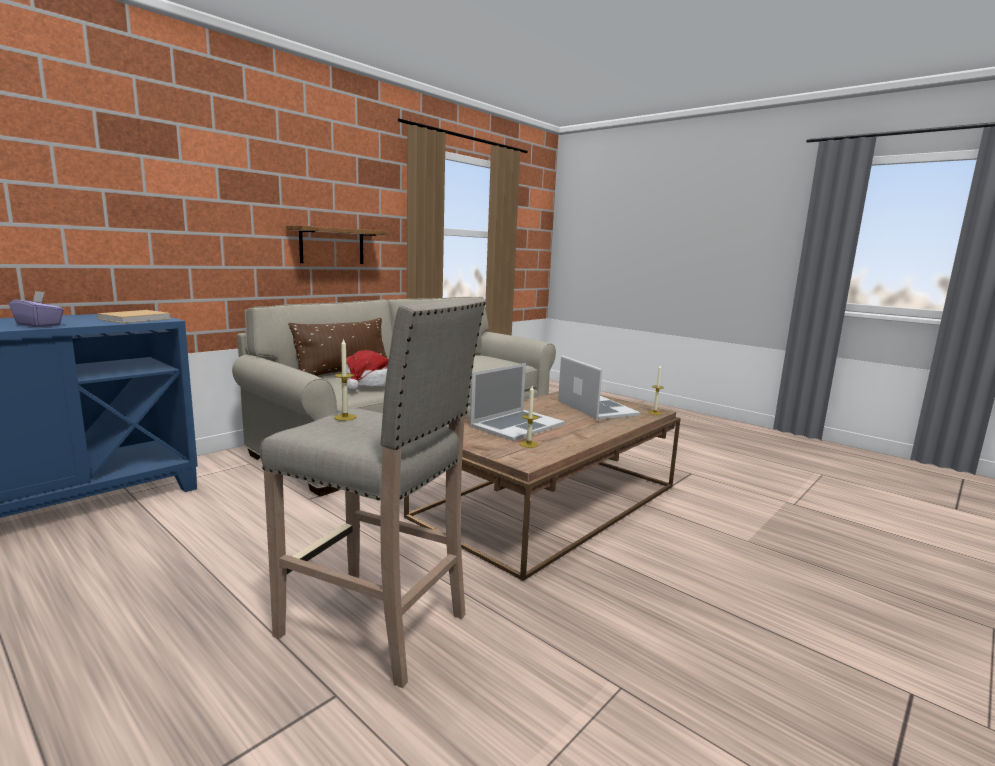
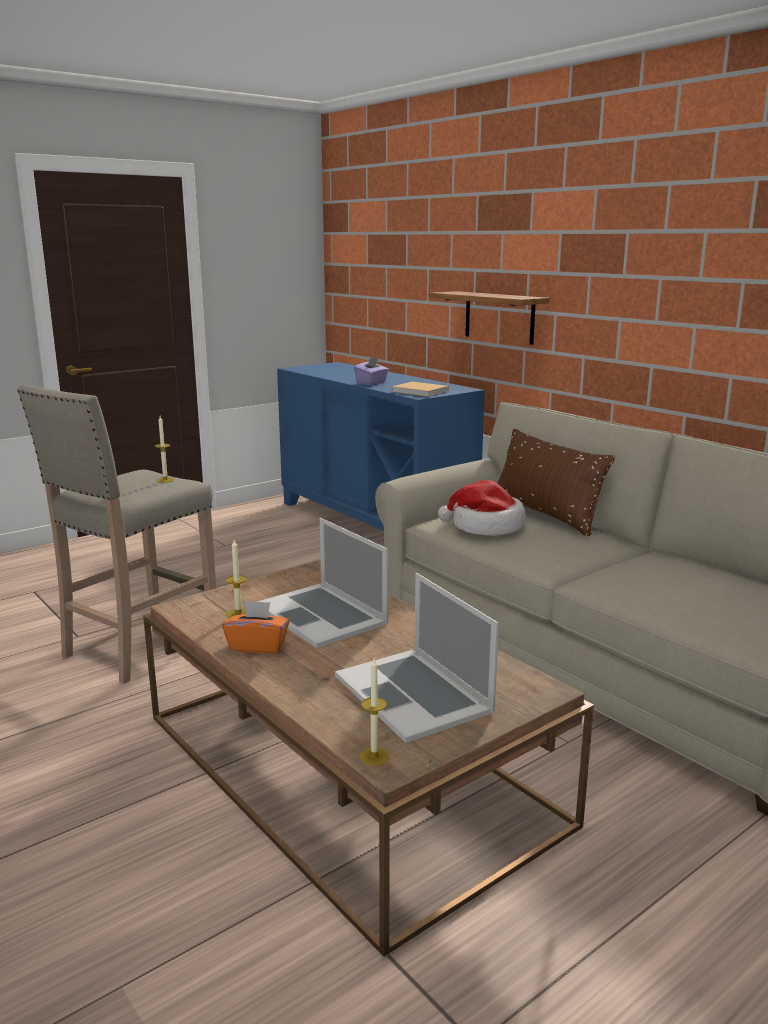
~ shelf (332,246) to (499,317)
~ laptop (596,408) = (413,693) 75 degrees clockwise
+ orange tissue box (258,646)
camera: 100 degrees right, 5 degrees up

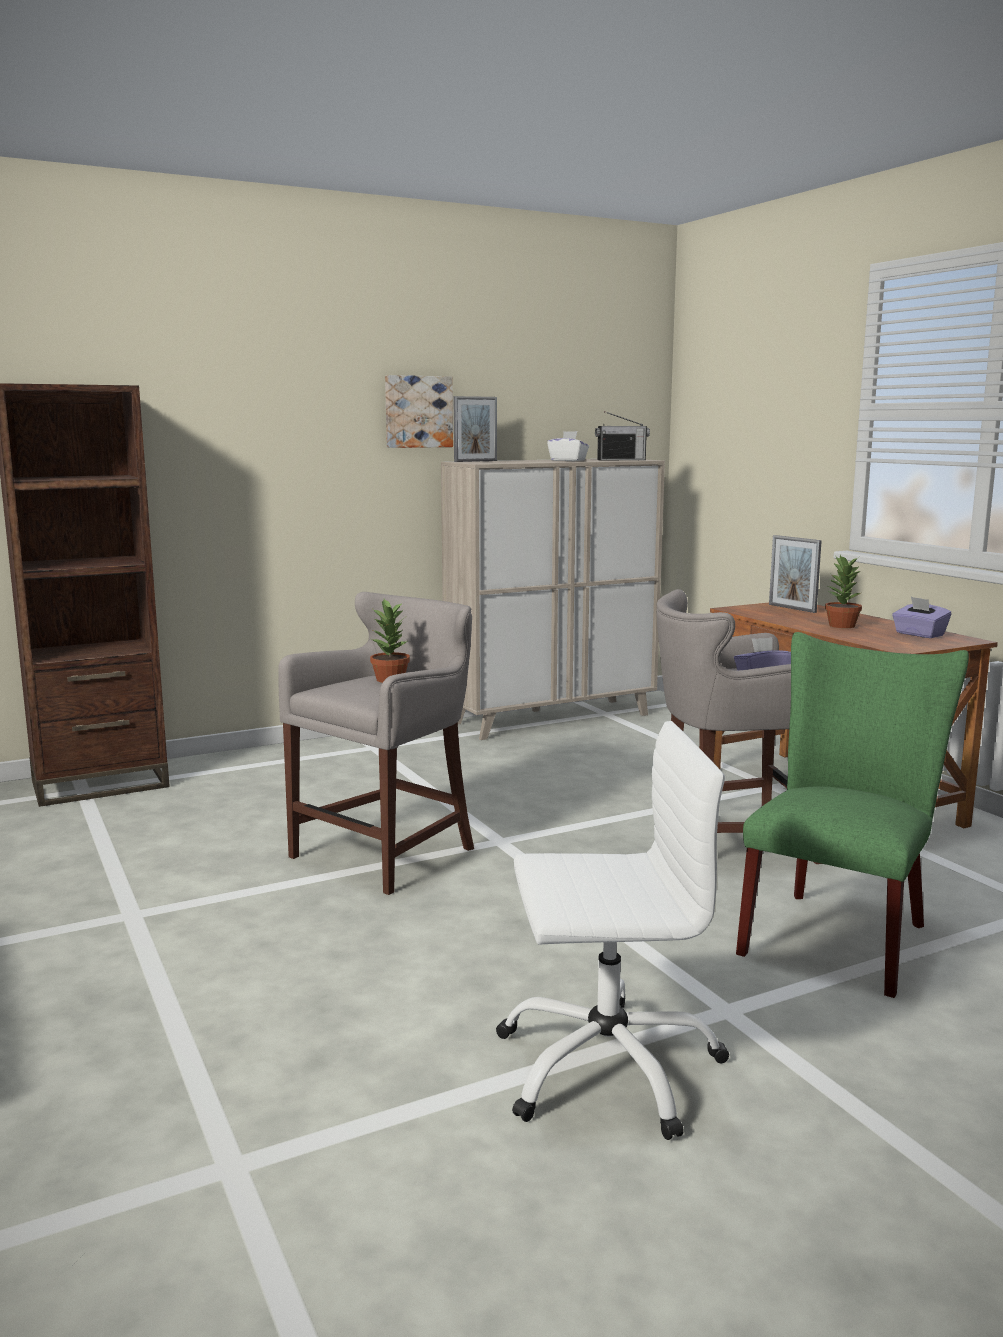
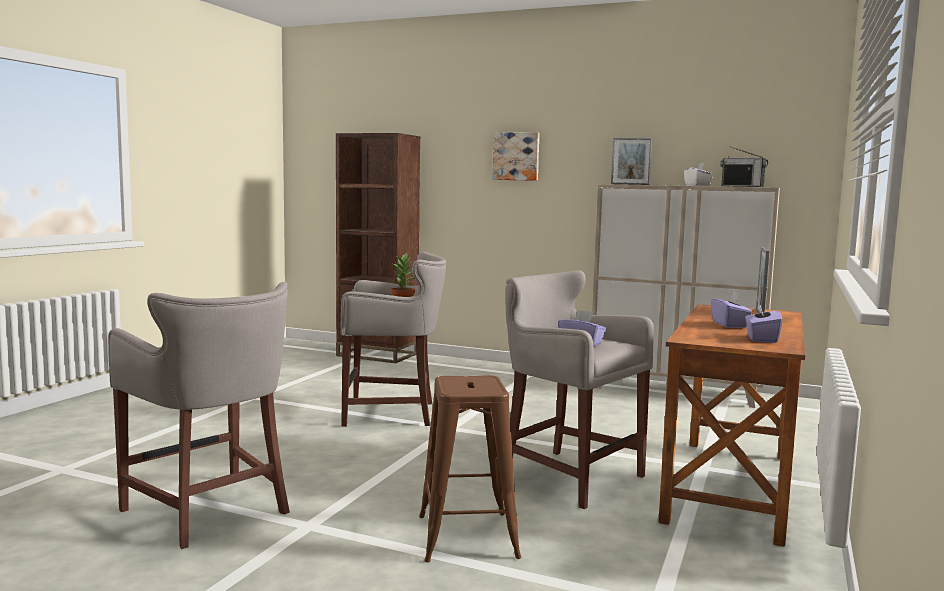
~ picture (418,411) to (516,156)
~ potted plant (841,625) to purple tissue box (730,325)
~ green chair (839,934) to brown stool (467,536)
~ white office chair (607,1066) to grey stool (210,512)
camera: 50 degrees right, 5 degrees down

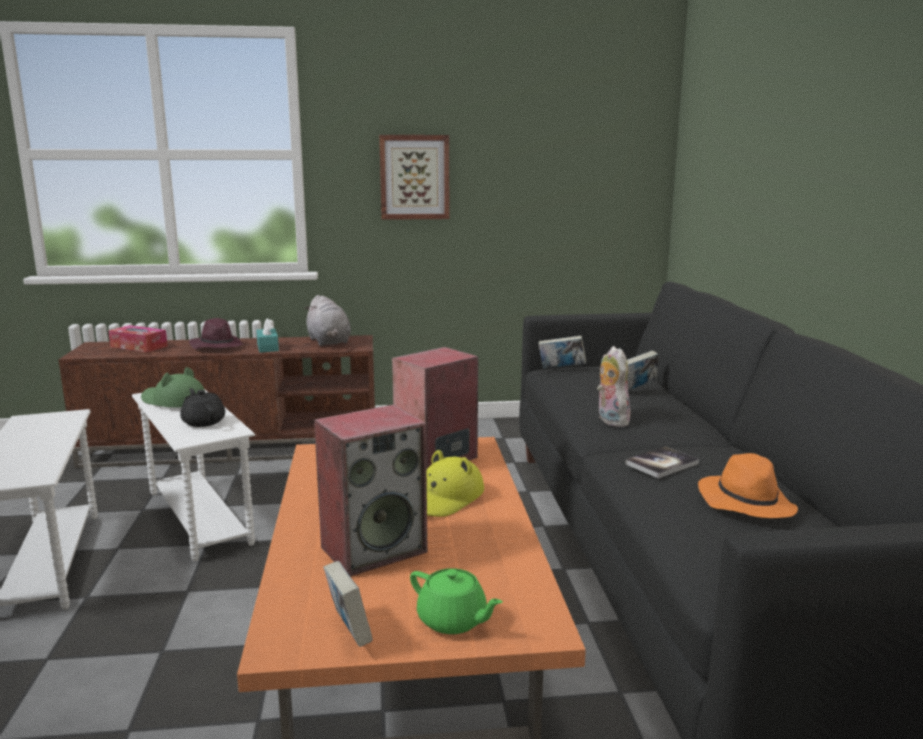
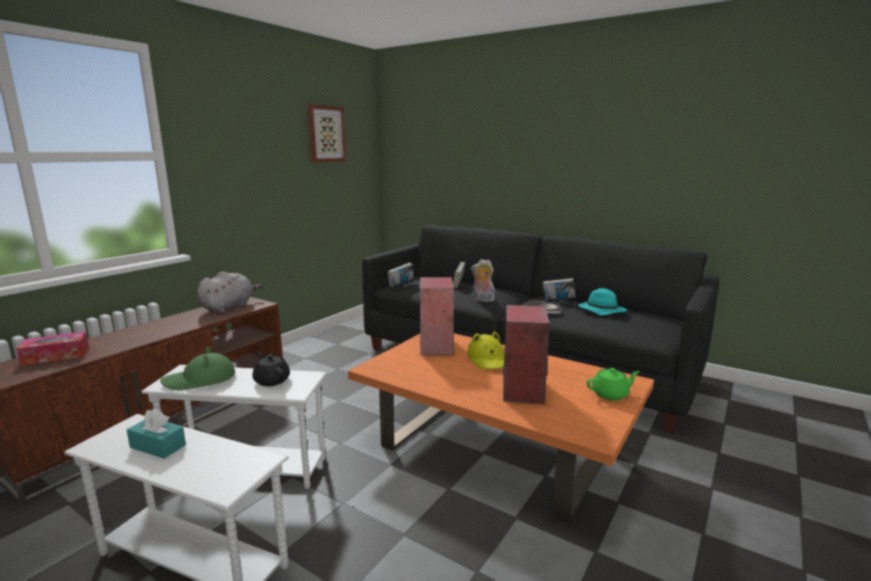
~ picture (414,177) to (326,134)
~ grey plush toy (329,342) = (229,306) 75 degrees counterclockwise
- purple hat (217,346)
~ turquoise tissue box (268,347) to (158,446)
~ black teapot (203,422) = (271,380) 45 degrees clockwise
~ orange hat (745,502) to turquoise hat (600,310)
~ book (348,632) to (558,301)
camera: 50 degrees left, 0 degrees up

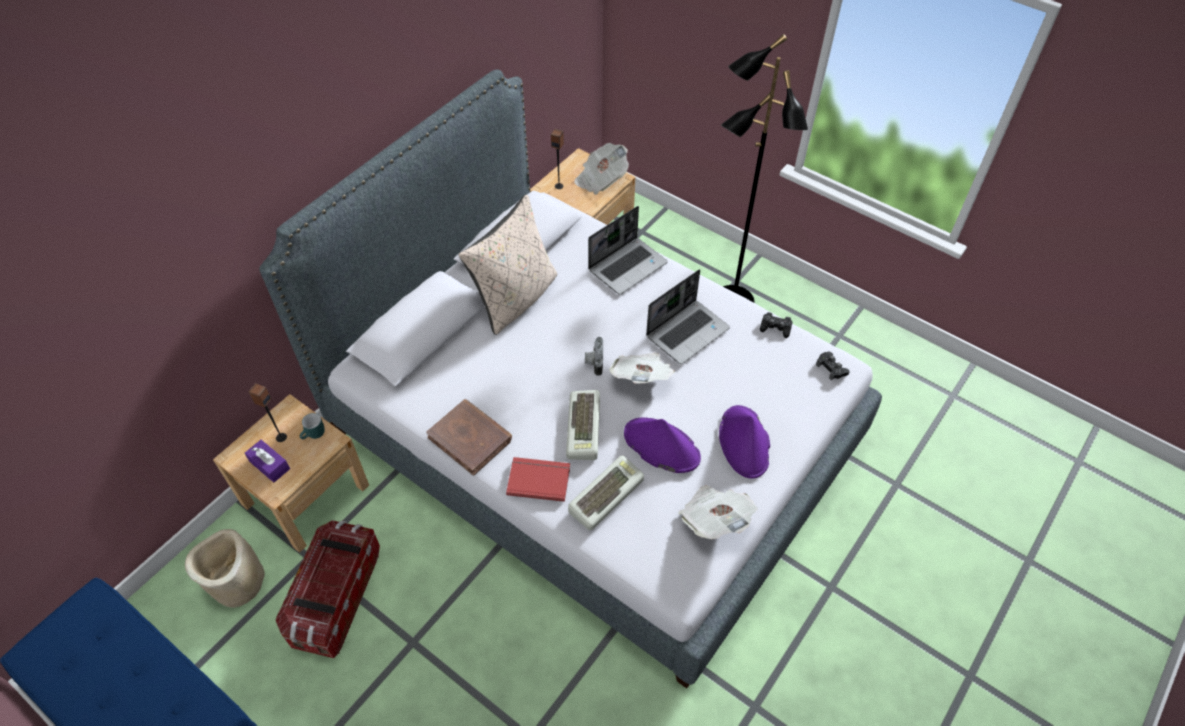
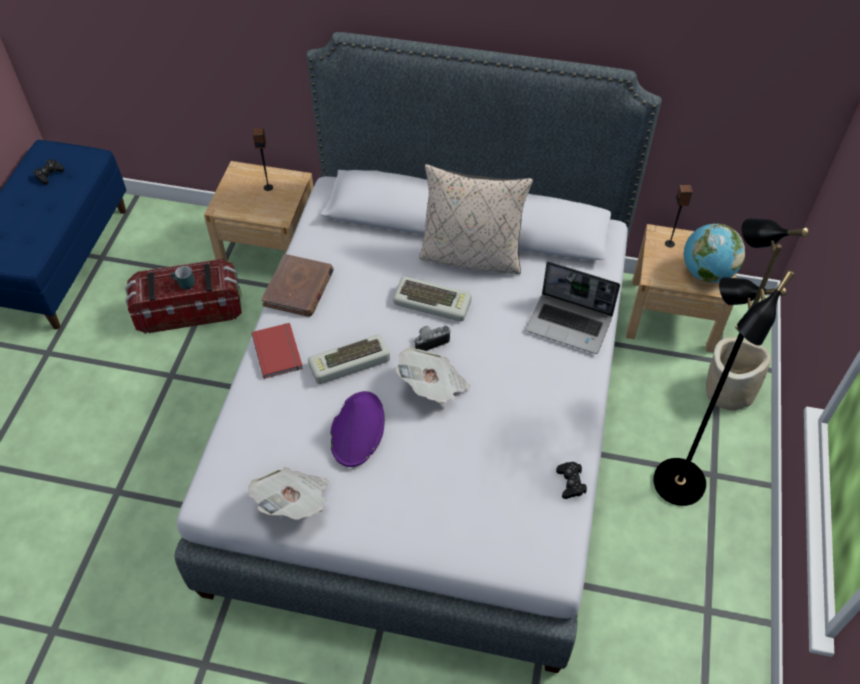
~ newspaper (601,179) to globe (706,273)
- laptop (687,332)
~ black game controller (831,368) to (49,174)
- purple hat (744,442)
~ turquoise mug (314,434) to (184,284)
- purple tissue box (269,465)
~ keyboard (605,494) to (433,302)
~ beige planter (237,582) to (728,390)
camera: 65 degrees right, 0 degrees up

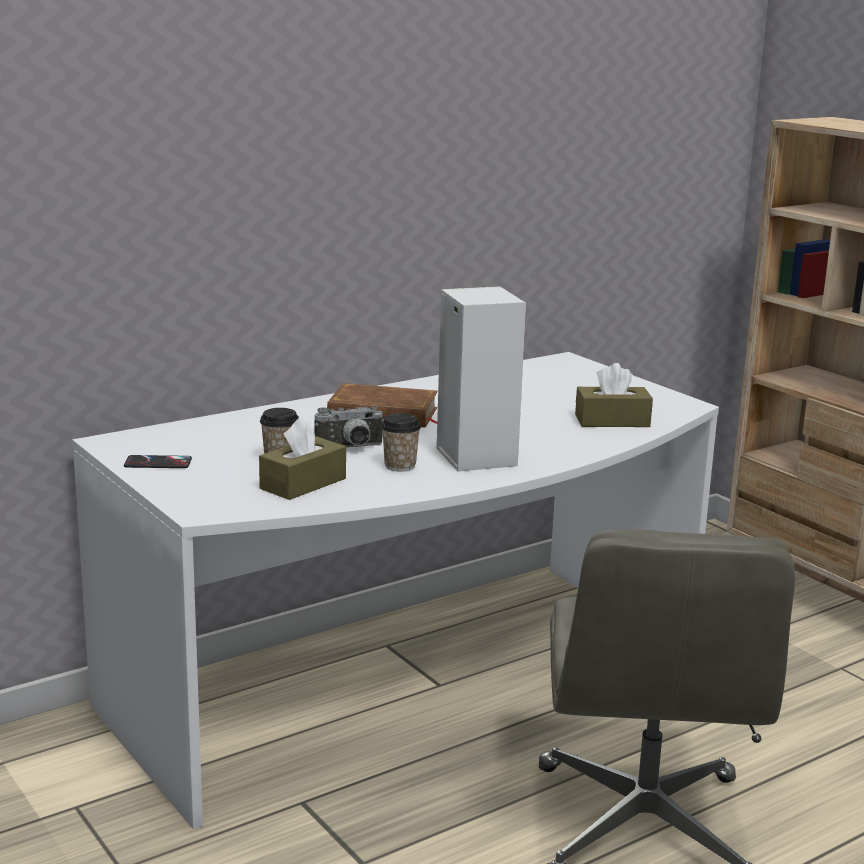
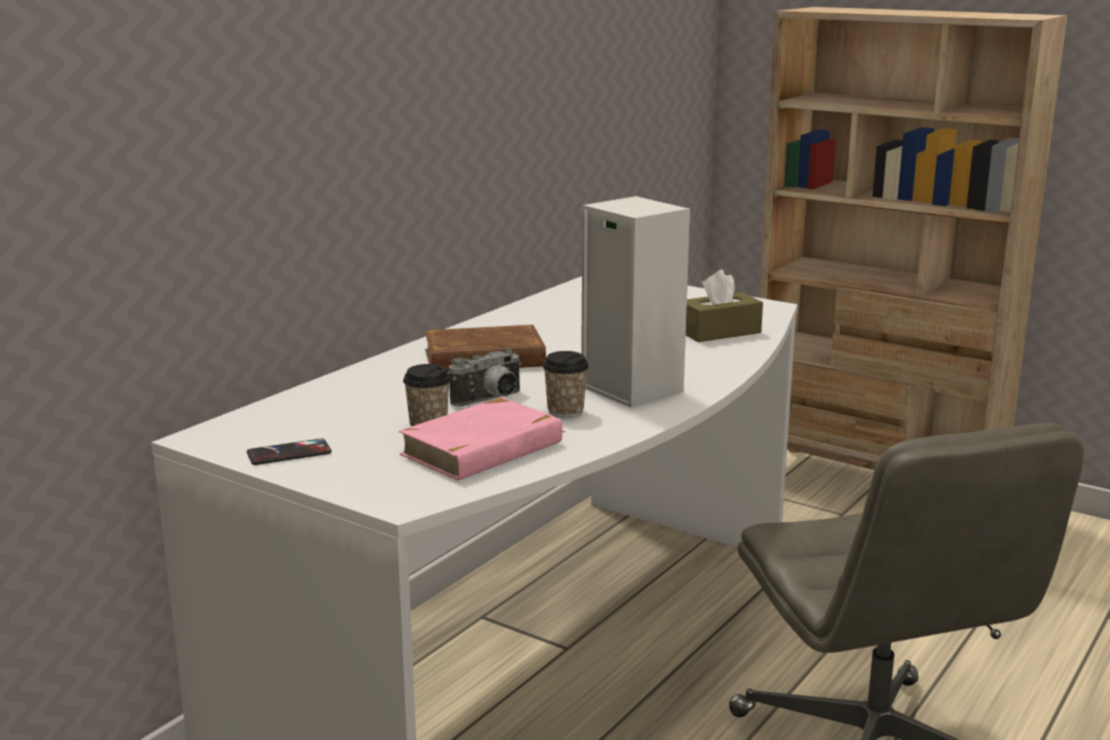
~ brown tissue box (303,483) to pink book (483,449)
camera: 20 degrees left, 0 degrees up

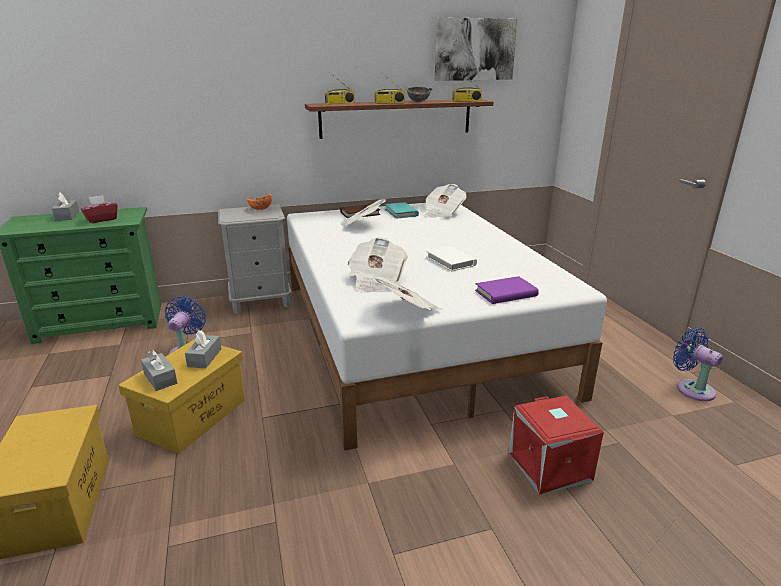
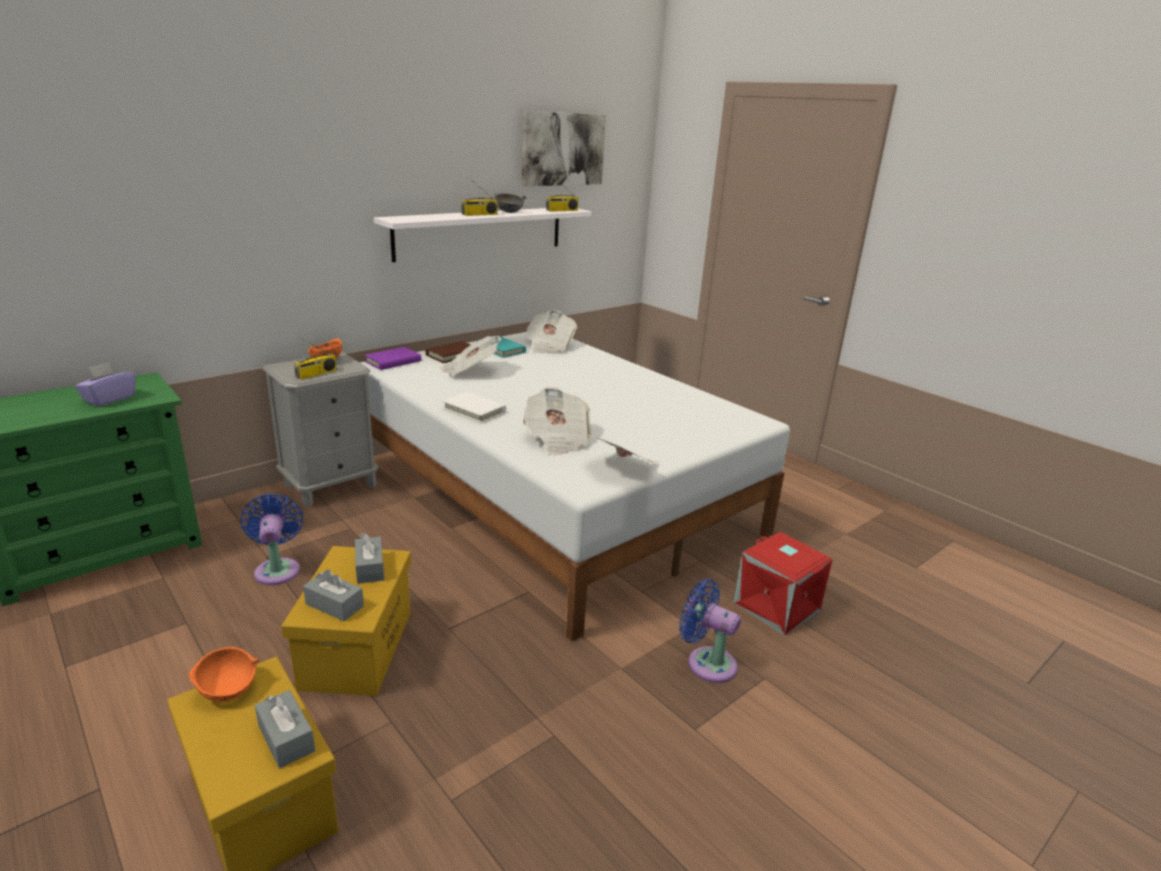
~ radio (340,103) to (316,374)
~ brown shelf (396,118) to white shelf (481,232)
~ grey tissue box (67,216) to (286,738)
~ red tissue box (101,219) to purple tissue box (109,399)
~ white book (450,261) to (474,410)
~ purple book (506,293) to (393,361)
~ blue fan (692,388) to (707,662)
+ orange bowl (228,690)
camera: 25 degrees left, 0 degrees up

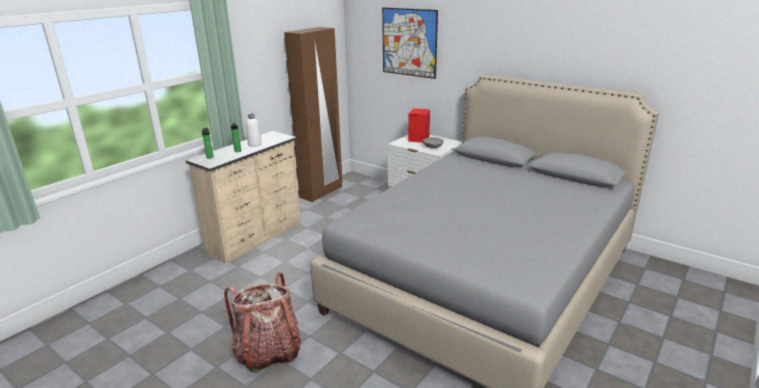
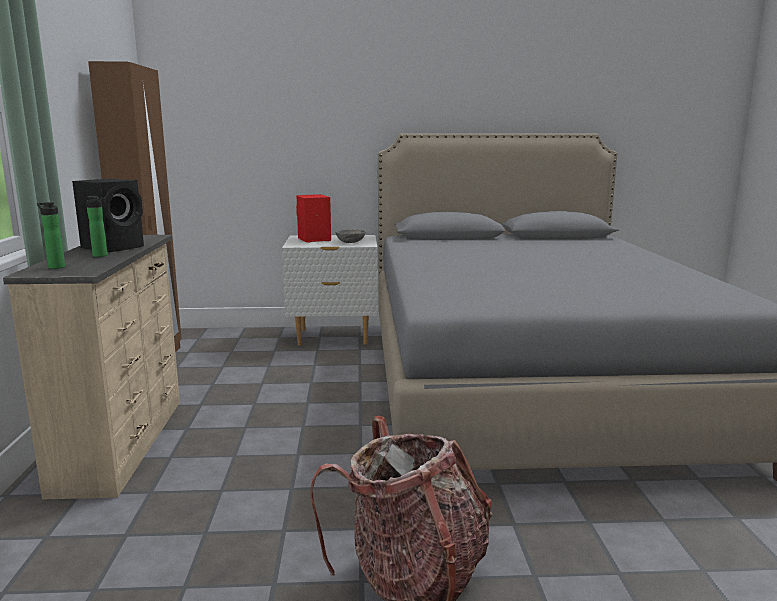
- picture (409,42)
~ white bottle (255,144) to black speaker (115,247)
camera: 40 degrees left, 10 degrees down

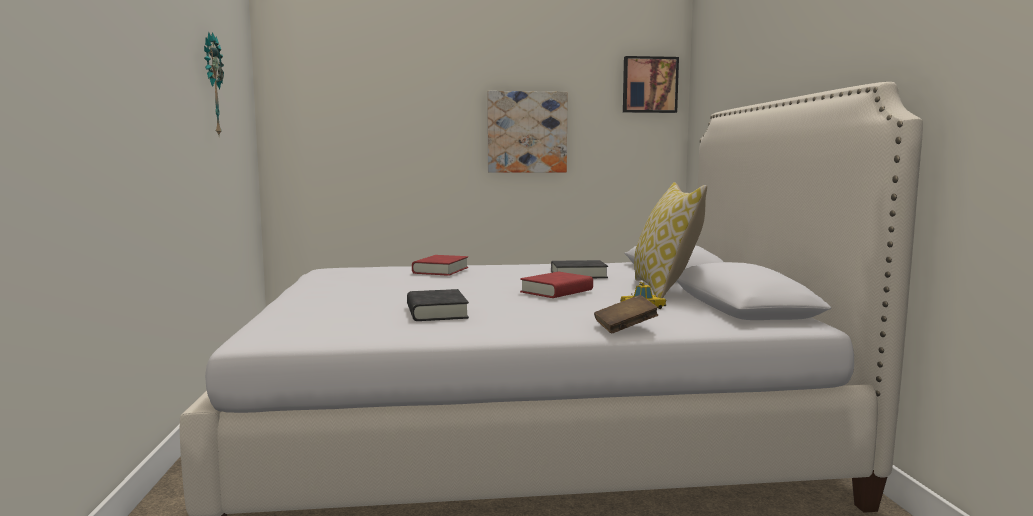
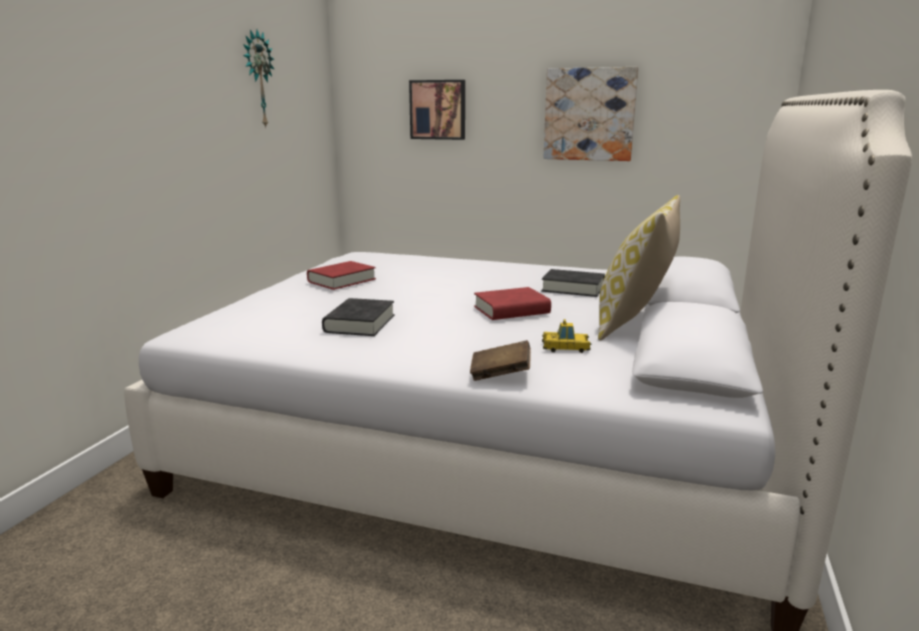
~ picture (649,85) to (438,110)
~ red book (440,270) to (342,280)
camera: 25 degrees right, 10 degrees up

